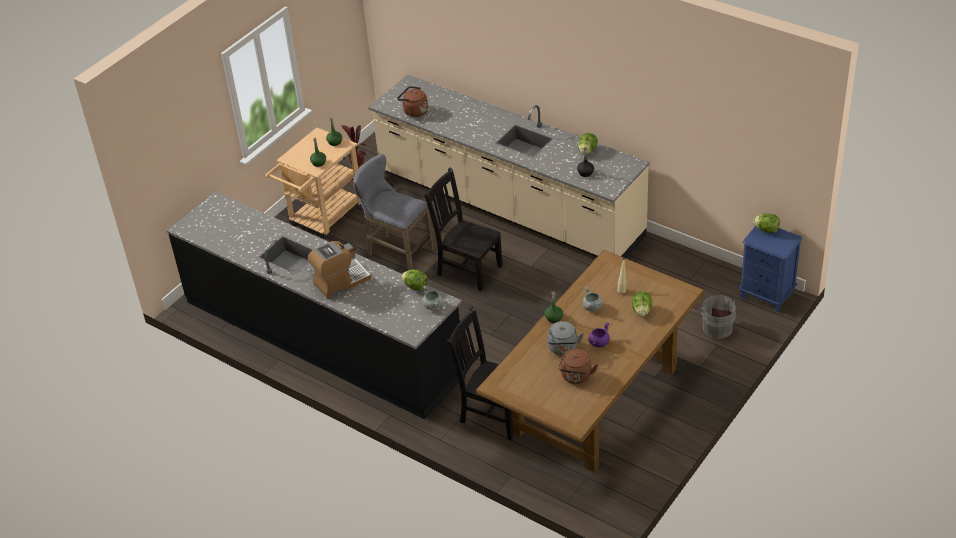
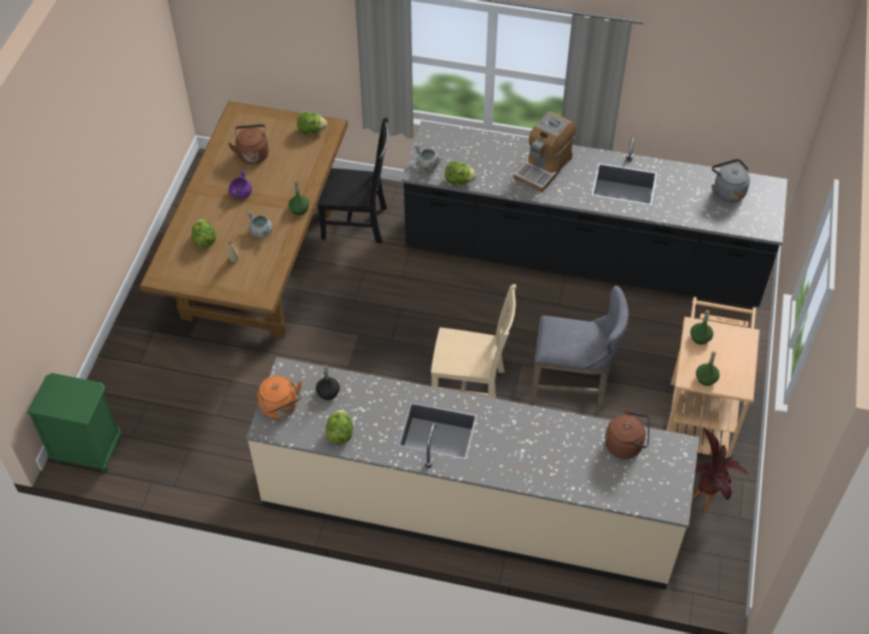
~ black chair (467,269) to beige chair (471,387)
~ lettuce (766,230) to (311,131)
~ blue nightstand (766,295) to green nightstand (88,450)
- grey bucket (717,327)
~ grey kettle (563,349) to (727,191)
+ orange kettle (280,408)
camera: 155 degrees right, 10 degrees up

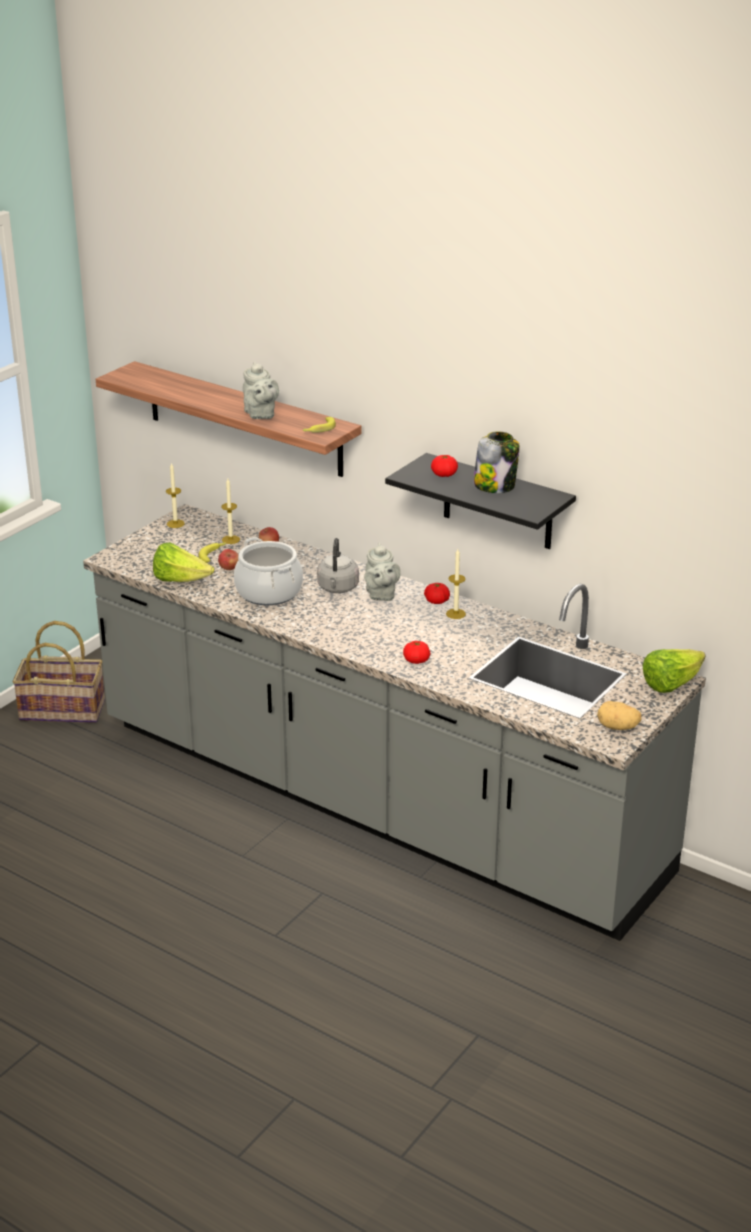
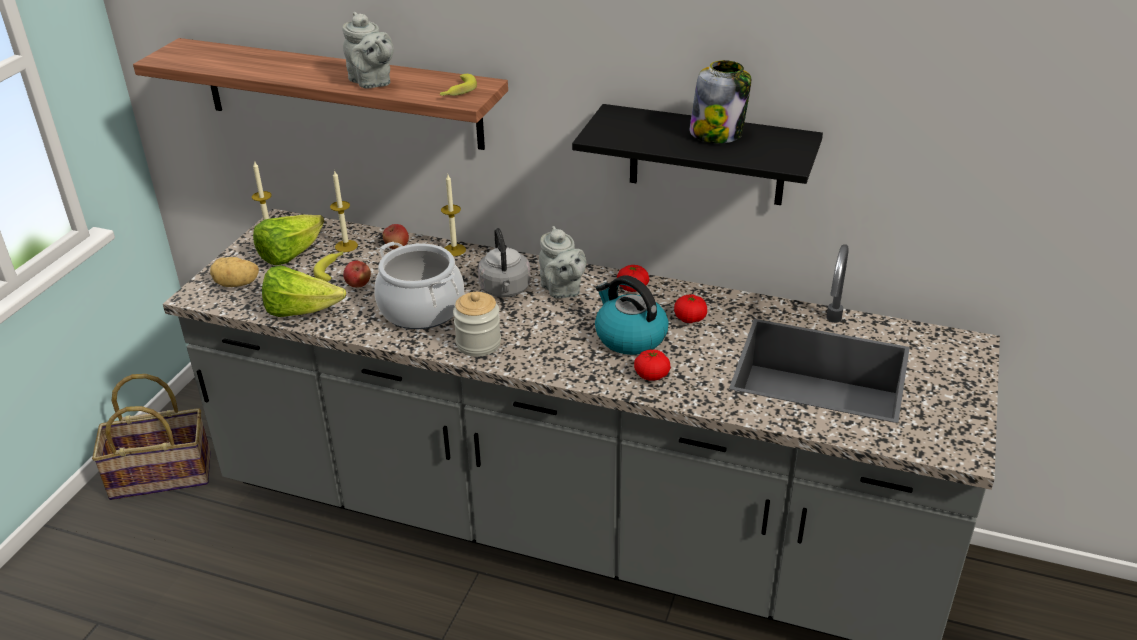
~ tomato (444,475) to (690,318)
~ candle (455,614) to (454,250)
~ lettuce (671,684) to (290,255)
~ potato (617,727) to (237,284)
+ kettle (629,337)
+ jar (478,344)
camera: 15 degrees left, 5 degrees up

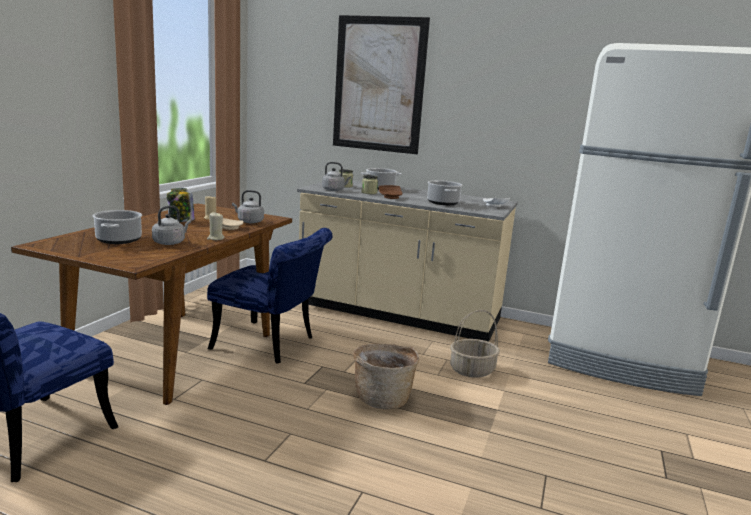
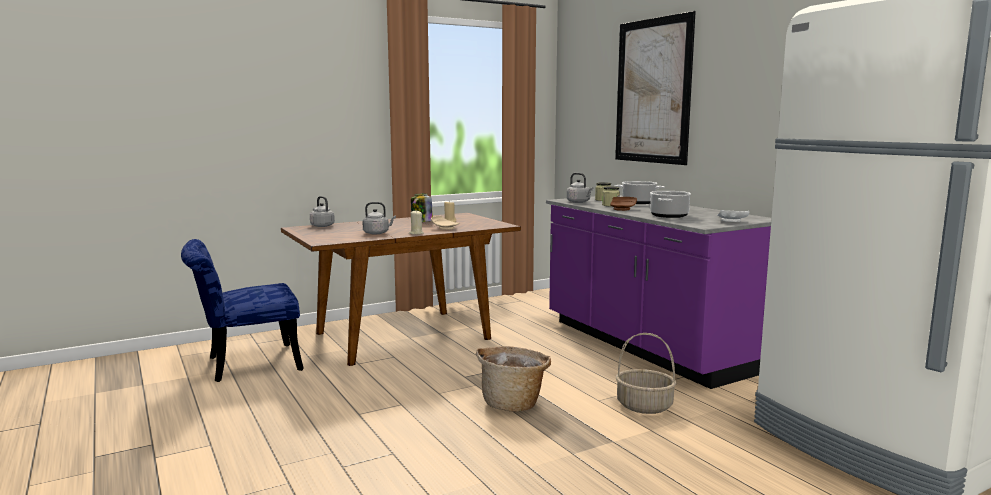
~ beige counter (398,313) to purple counter (646,345)
~ grey kettle (249,221) to (321,225)
- cooking pot (119,240)
- blue chair (271,345)
camera: 40 degrees right, 5 degrees down

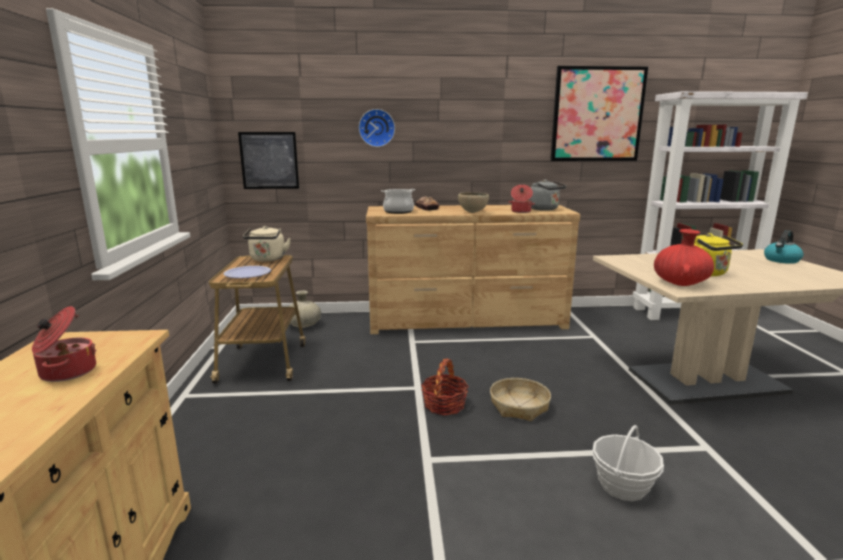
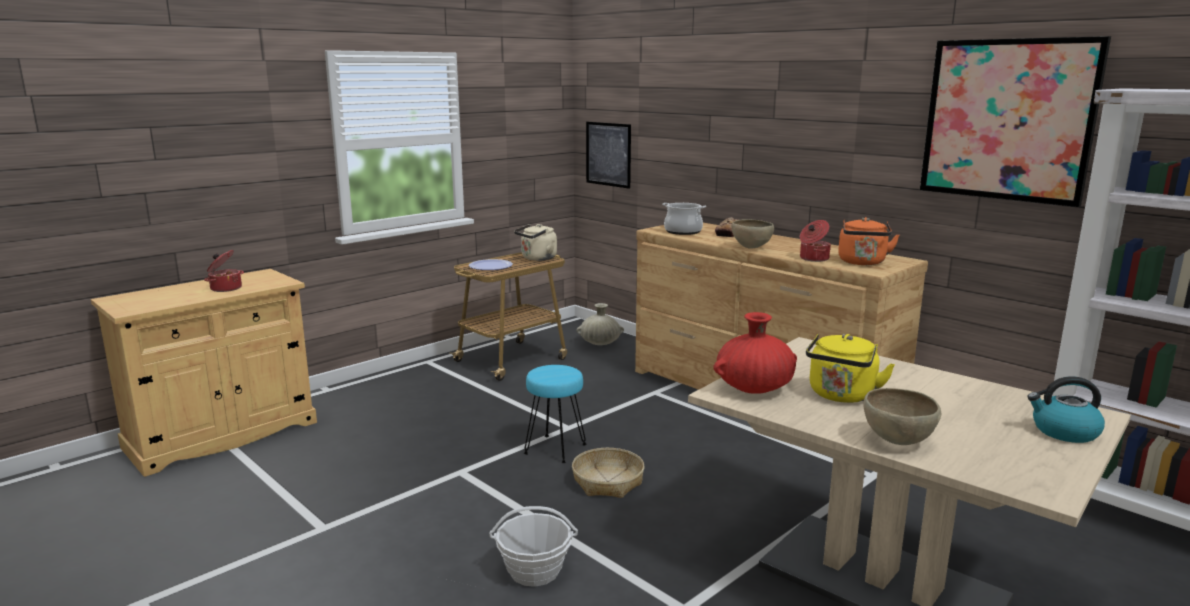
- wall clock (376,128)
~ grey kettle (545,209) to orange kettle (862,263)
~ basket (444,405) to turquoise stool (555,449)
+ brown bowl (896,442)
camera: 50 degrees right, 0 degrees up

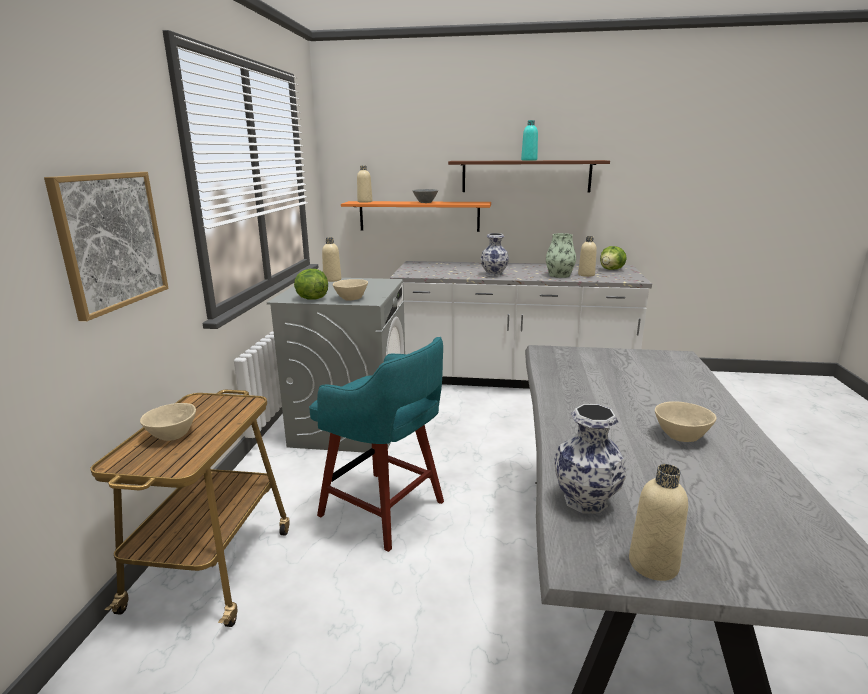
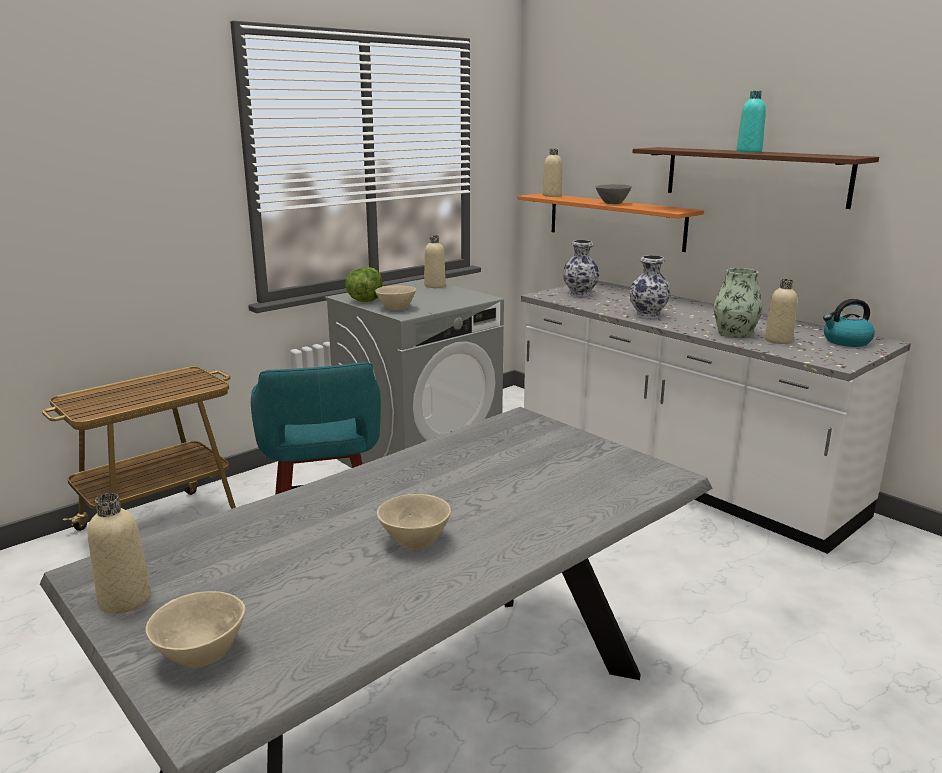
- picture (111,241)
~ lettuce (611,269) to kettle (846,342)
~ beige bowl (171,435) to (200,652)
~ vase (586,501) to (580,294)
camera: 40 degrees right, 0 degrees up

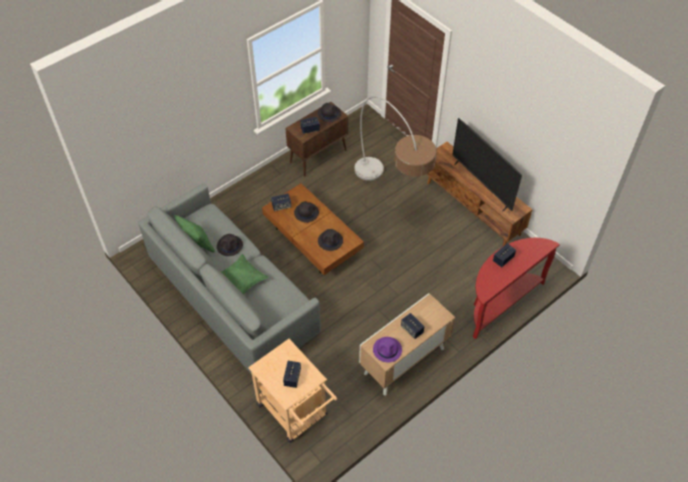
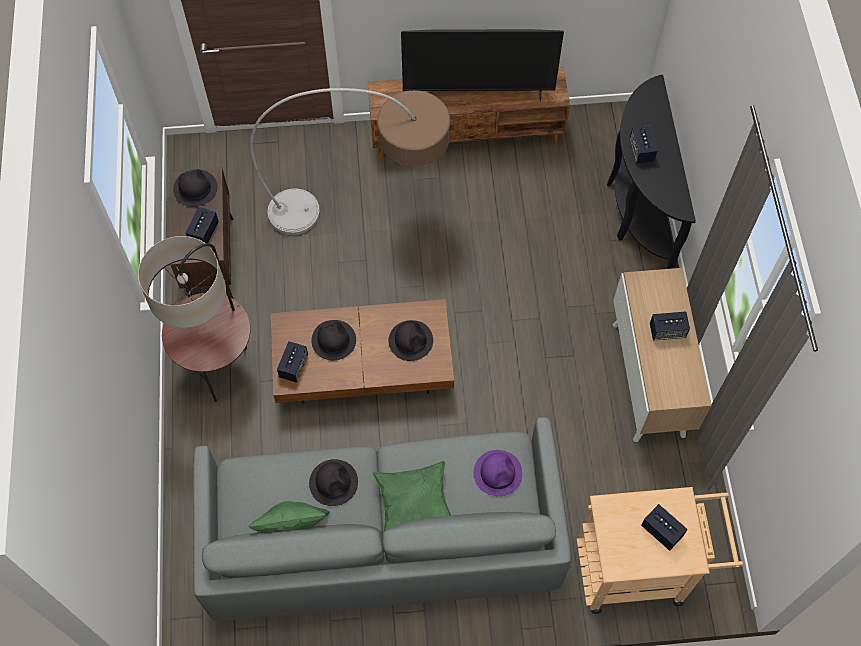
~ red console table (500,302) to black console table (637,208)
~ purple hat (387,349) to (498,472)
+ floor lamp (220,368)
camera: 55 degrees left, 10 degrees up

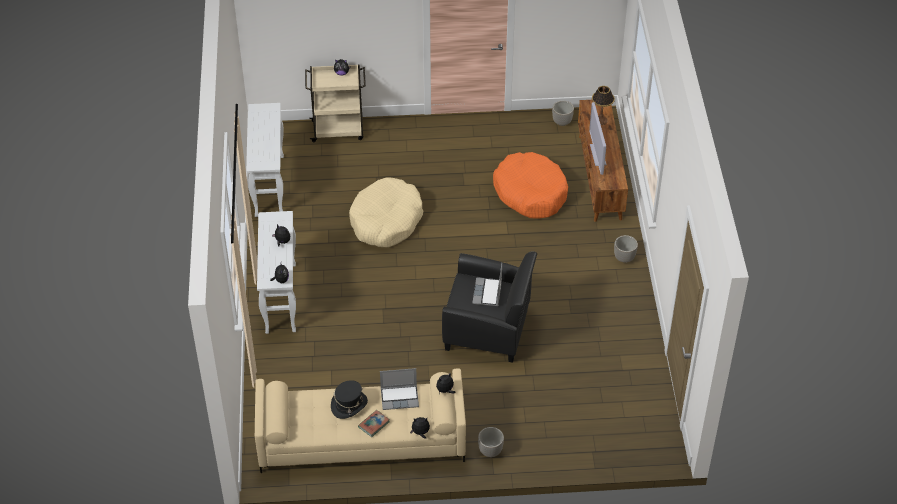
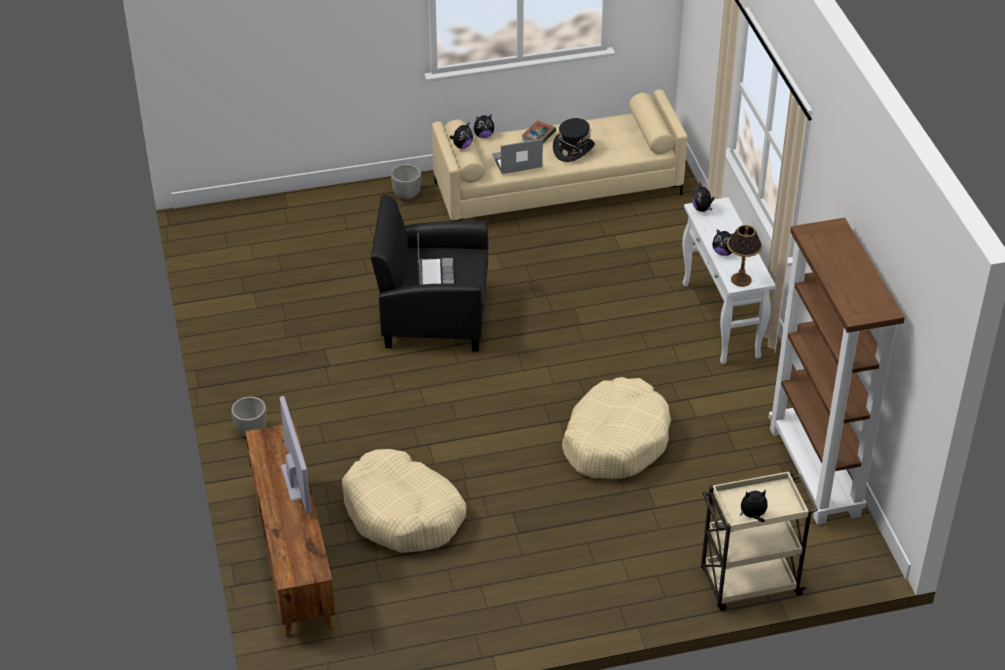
~ table lamp (601,120) to (741,280)
- planter (562,122)
~ white console table (269,185) to brown bookcase (815,472)
~ orange dog bed (530,192) to beige dog bed (403,513)
camera: 170 degrees right, 5 degrees down

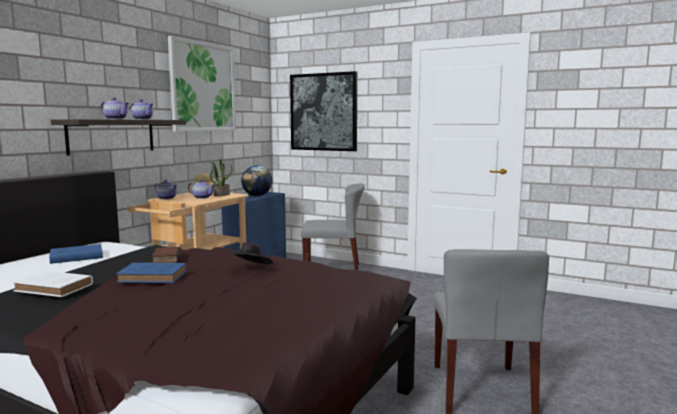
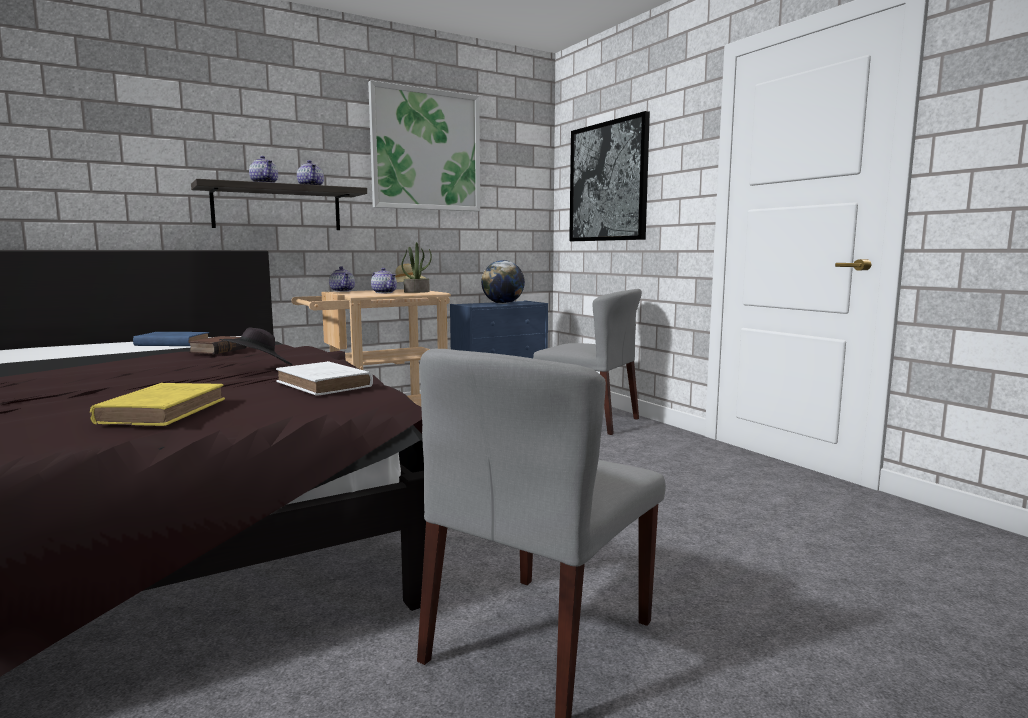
- blue book (154,277)
~ white book (55,288) to (325,385)
+ yellow book (165,410)
camera: 30 degrees right, 0 degrees up

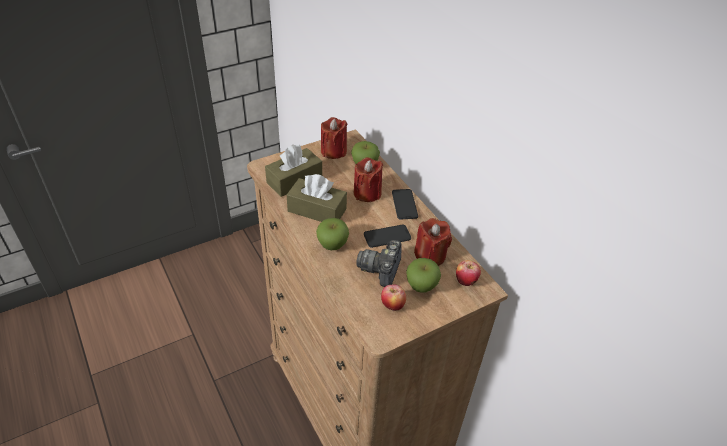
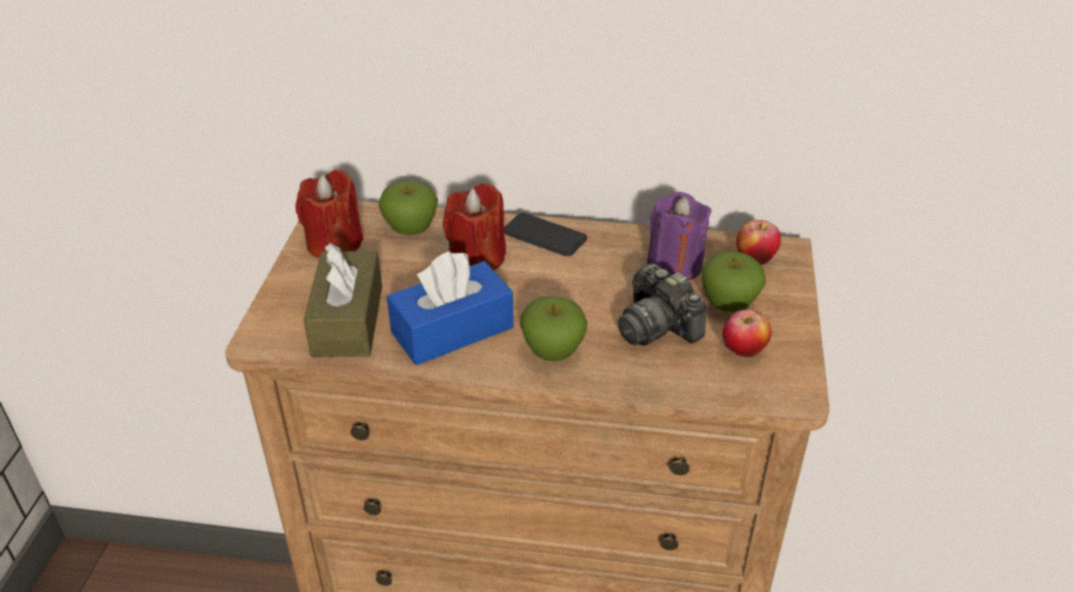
~ brown tissue box (317,210) to blue tissue box (452,330)
~ red candle (430,255) to purple candle (674,265)
- phone (387,236)
camera: 50 degrees left, 5 degrees down

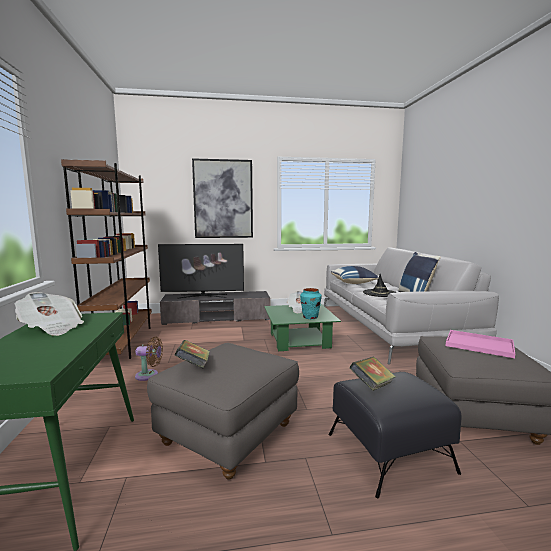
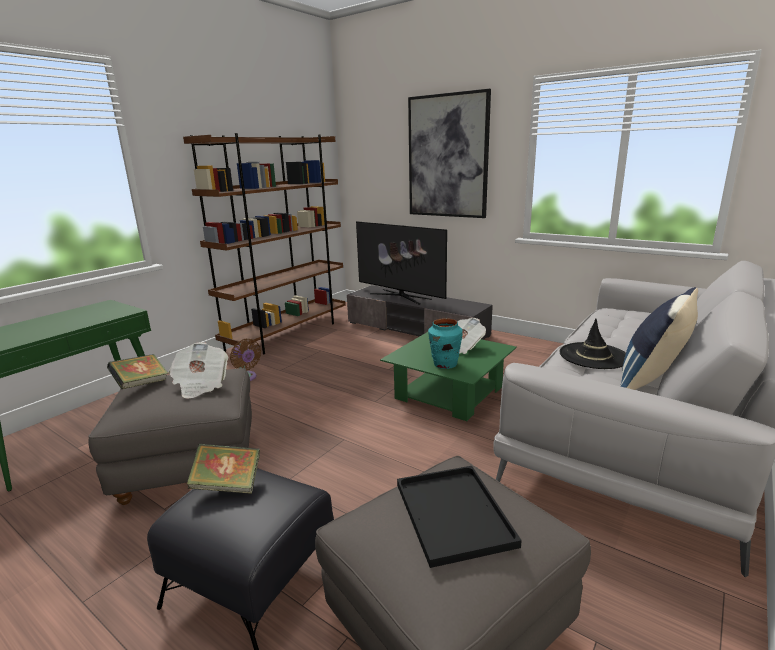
- blue pillow (354,283)
~ newspaper (52,328) to (200,384)
~ pink tray (477,344) to black tray (451,512)
camera: 45 degrees right, 10 degrees up

